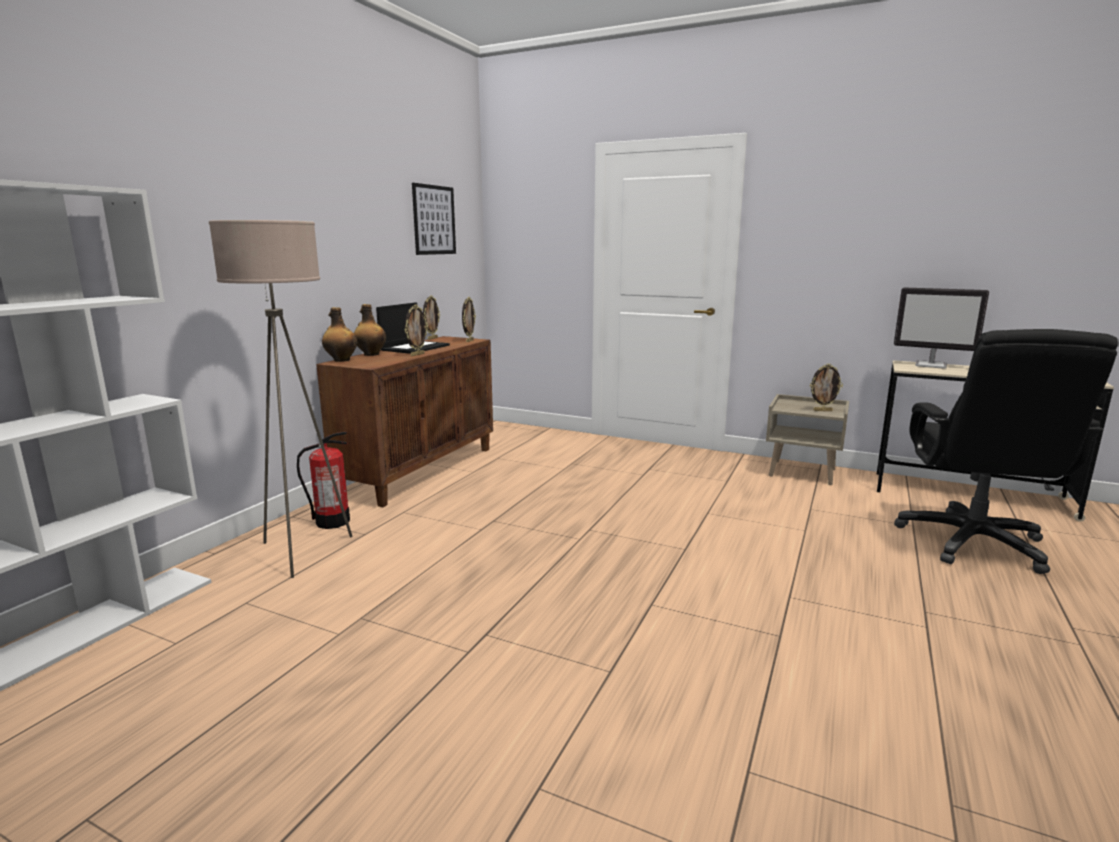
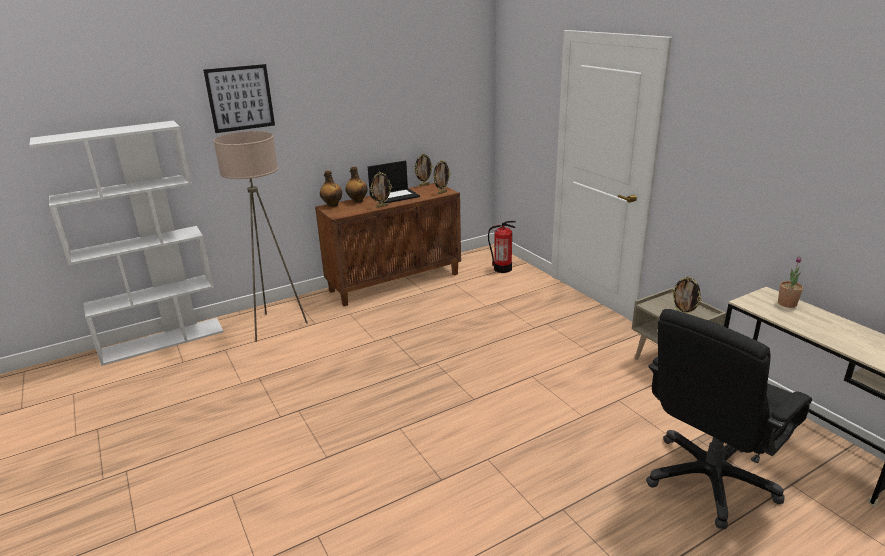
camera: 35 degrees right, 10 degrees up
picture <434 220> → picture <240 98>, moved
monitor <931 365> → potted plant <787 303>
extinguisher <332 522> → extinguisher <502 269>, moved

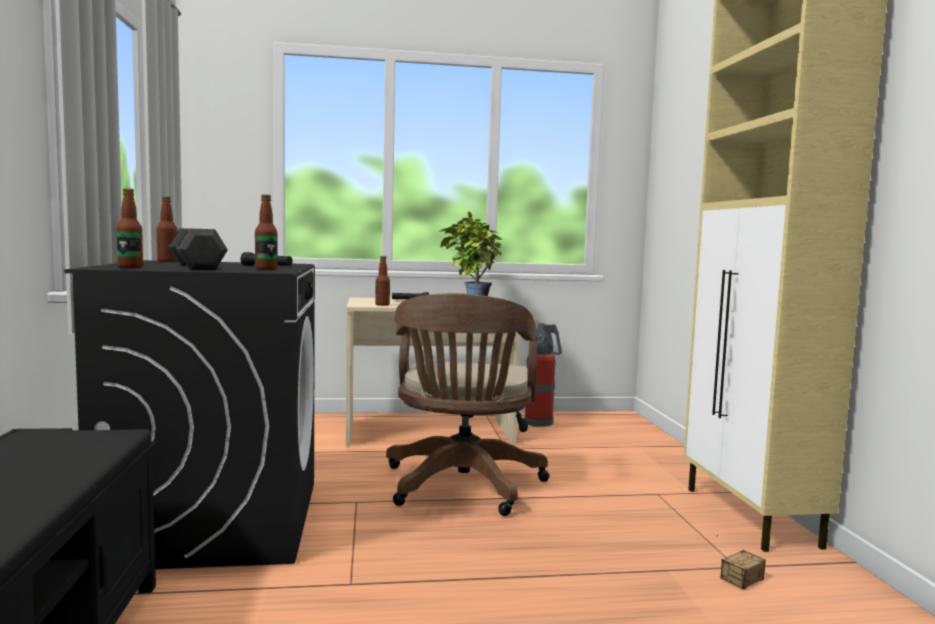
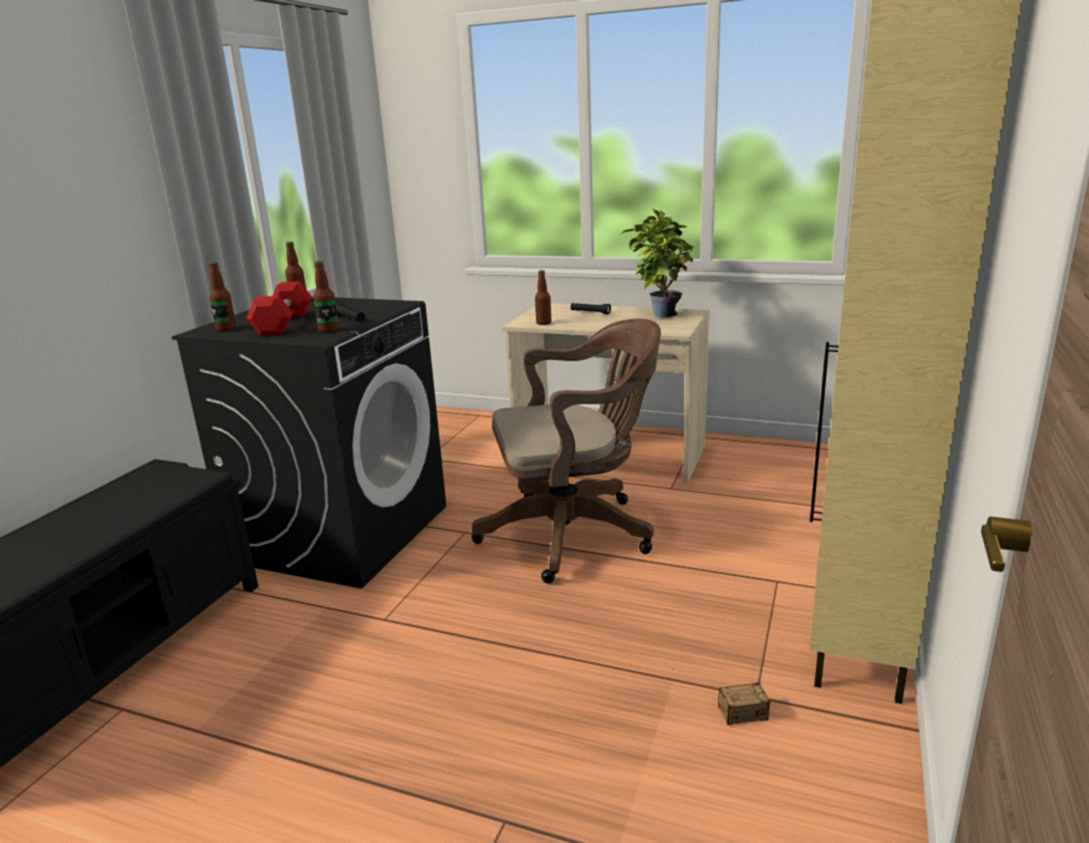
camera: 30 degrees right, 15 degrees up
free weight (greyish) <197 267> → free weight (reddish) <283 324>
desk chair (brown) <462 487> → desk chair (brown) <574 532>, 135 degrees counterclockwise
extinguisher <540 423> → -

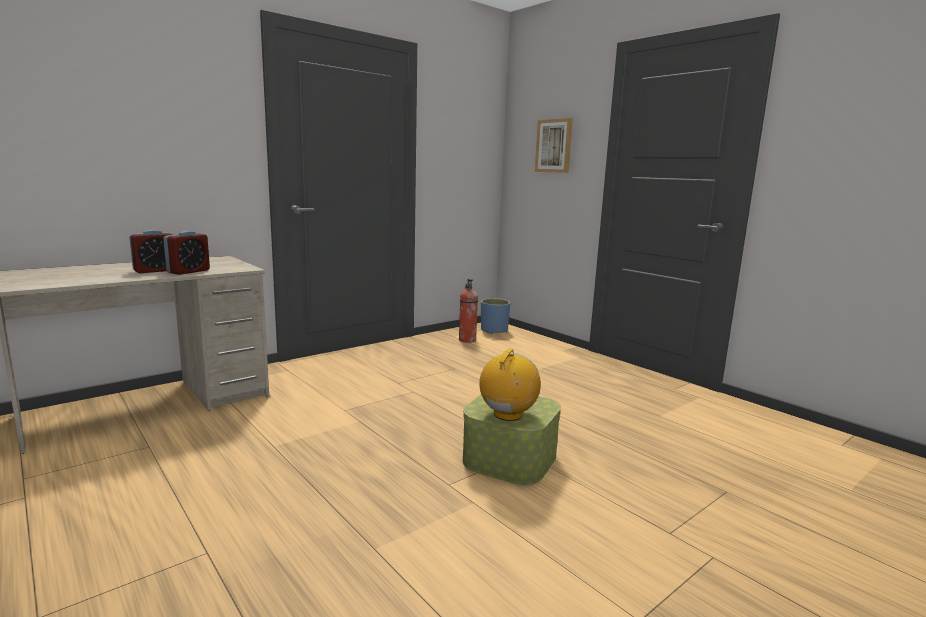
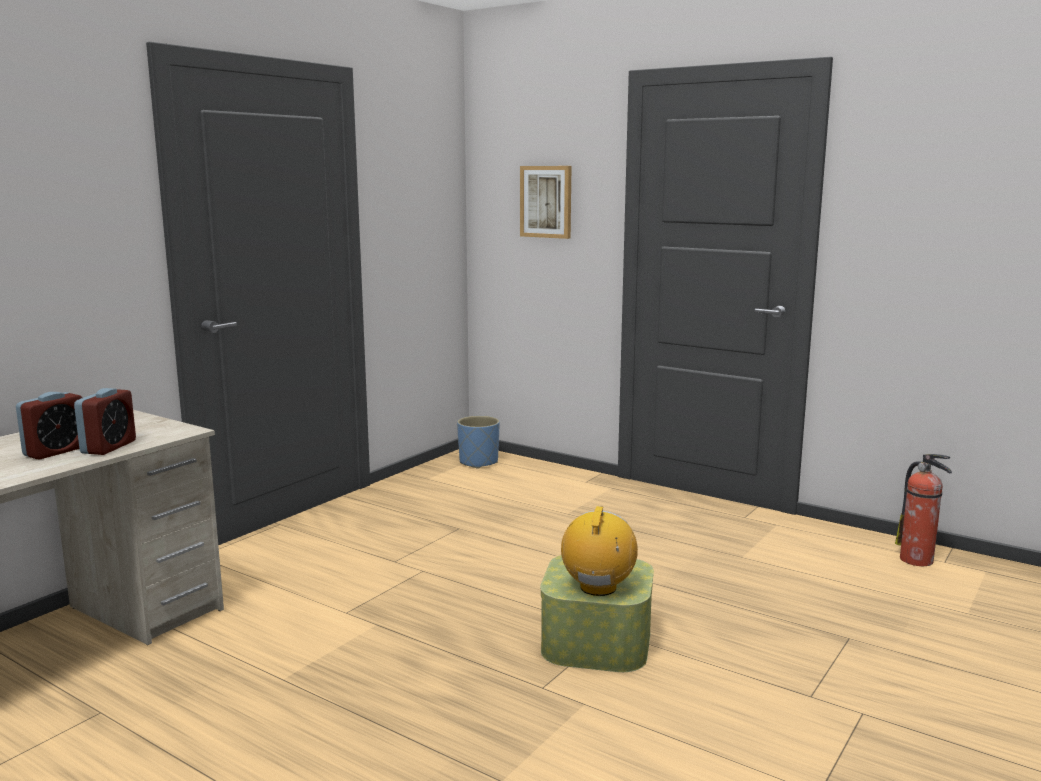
camera: 15 degrees left, 0 degrees up
extinguisher <467 340> → extinguisher <917 560>, moved

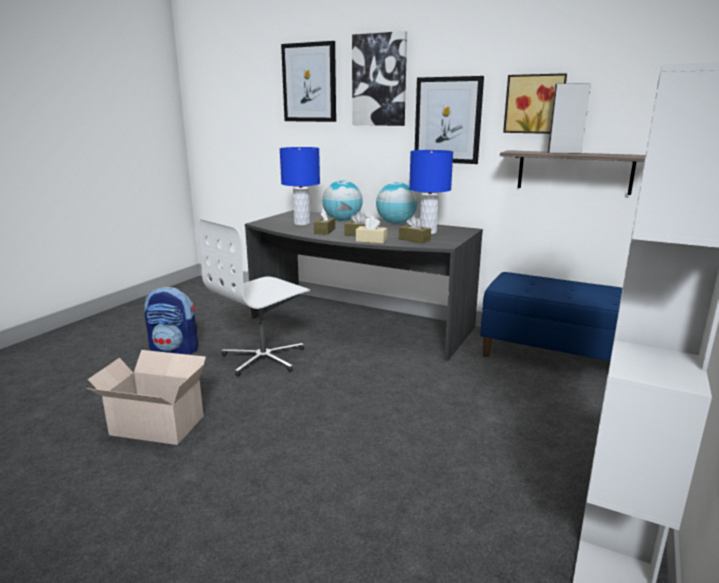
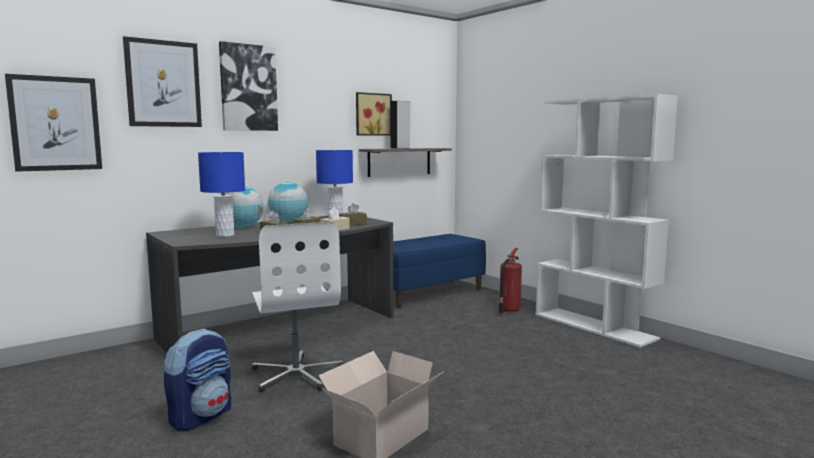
camera: 65 degrees left, 10 degrees down
picture <448 120> → picture <55 123>, moved
- → extinguisher <508 310>

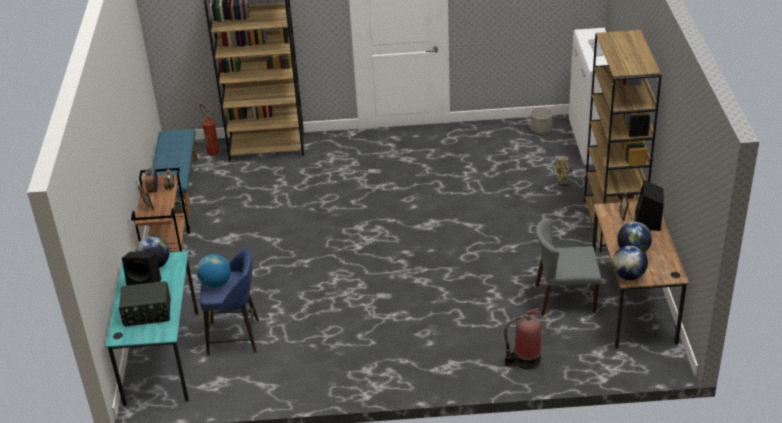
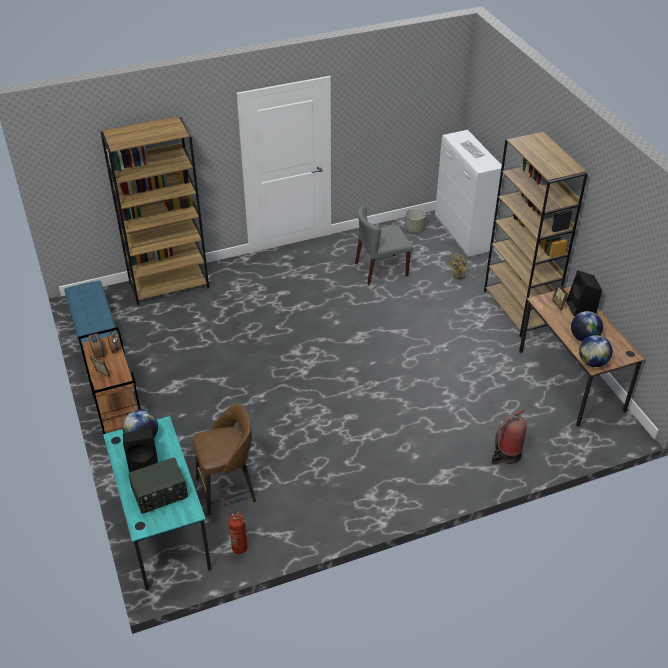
camera: 20 degrees left, 5 degrees up
extinguisher <212 151> → extinguisher <236 546>, moved
chair (greyish) <564 298> → chair (greyish) <381 269>, moved
stool seat (bluish) <235 337> → stool seat (brown) <228 489>
desk globe <215 283> → -

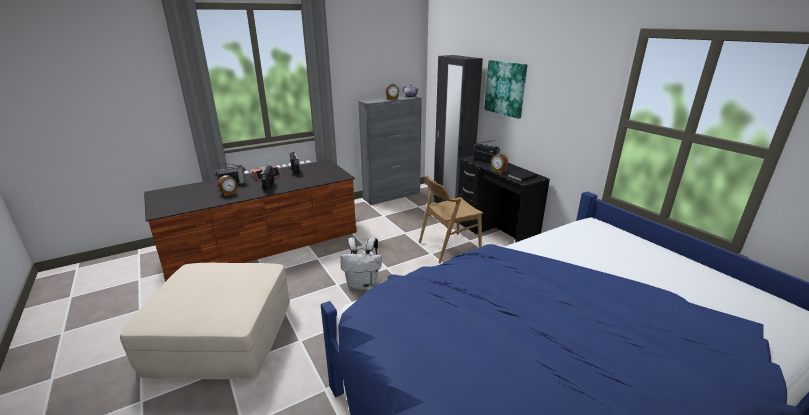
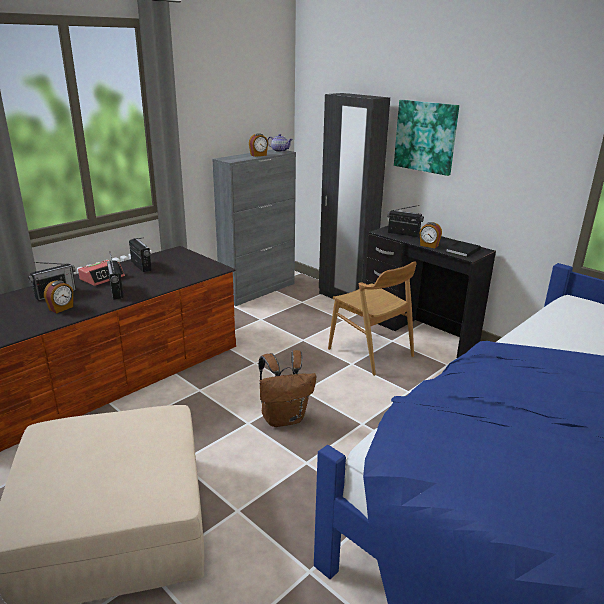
camera: 15 degrees left, 0 degrees up
chair (brown) <449 247> → chair (brown) <370 352>, 90 degrees counterclockwise
backpack (white) <363 284> → backpack (brown) <284 418>

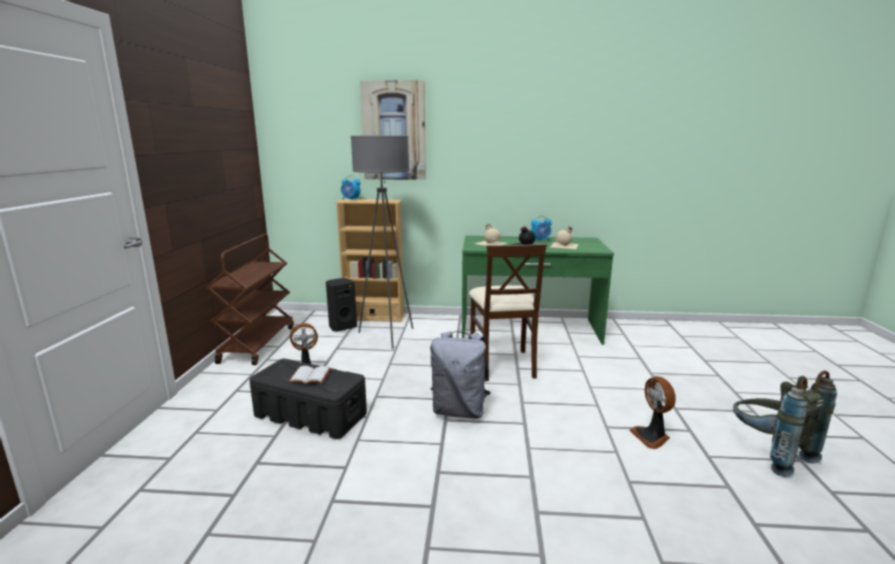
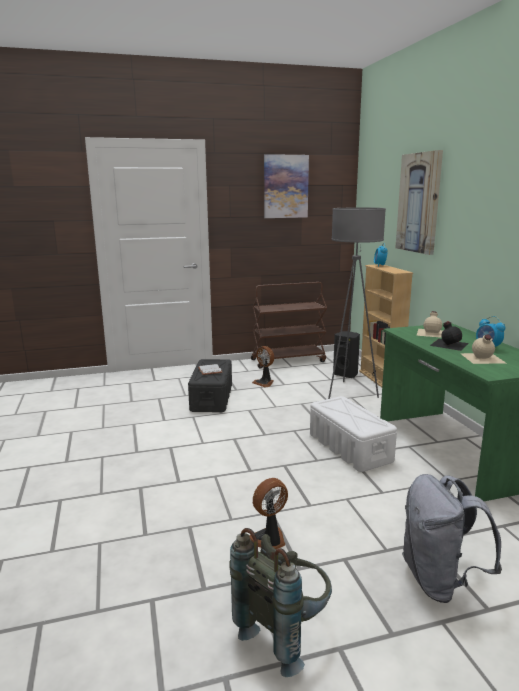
camera: 70 degrees right, 0 degrees up
chair (beige) <503 364> → storage bin (white) <349 447>
backpack (greyish) <459 411> → backpack (greyish) <440 581>, moved
- → picture <285 186>

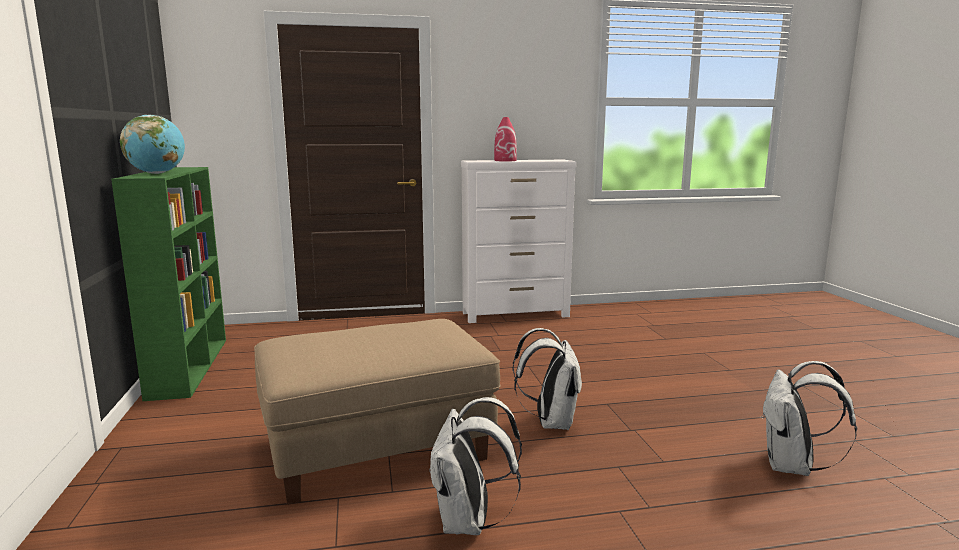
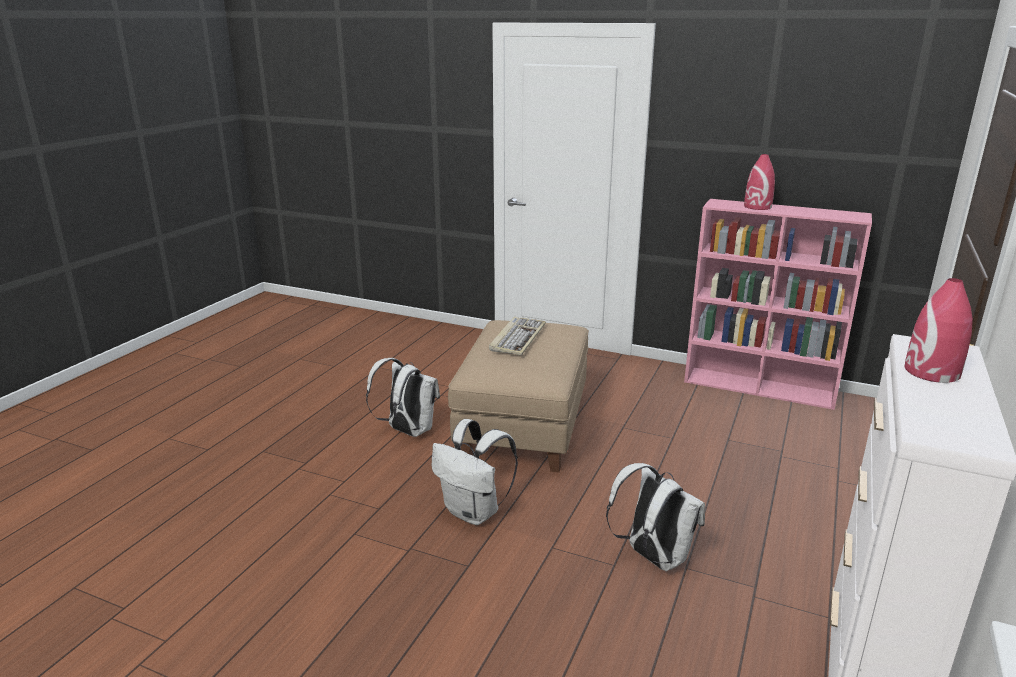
camera: 125 degrees right, 10 degrees up
desk globe <157 173> → flower vase (reddish) <757 207>
shelving unit (green) <189 366> → shelving unit (pink) <760 387>
backpack (white) <792 467> → backpack (white) <653 557>, moved
- → PC keyboard <517 338>

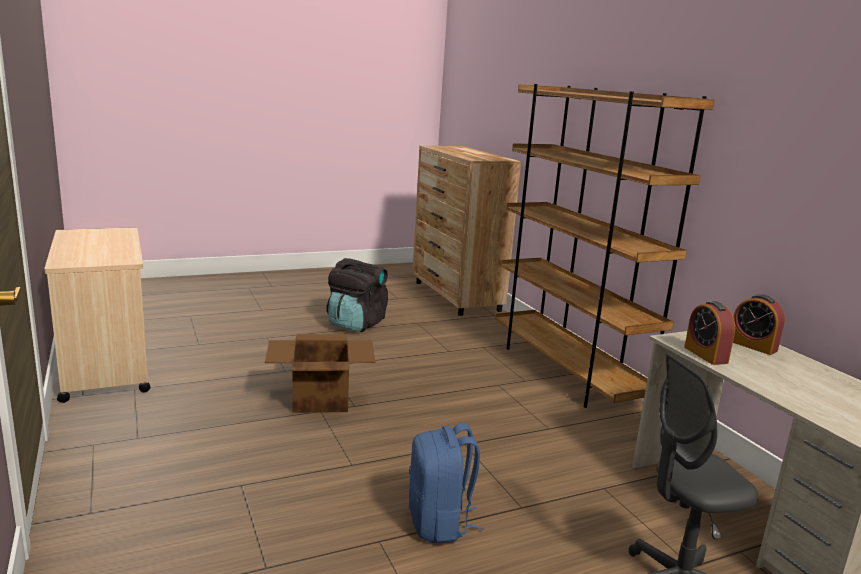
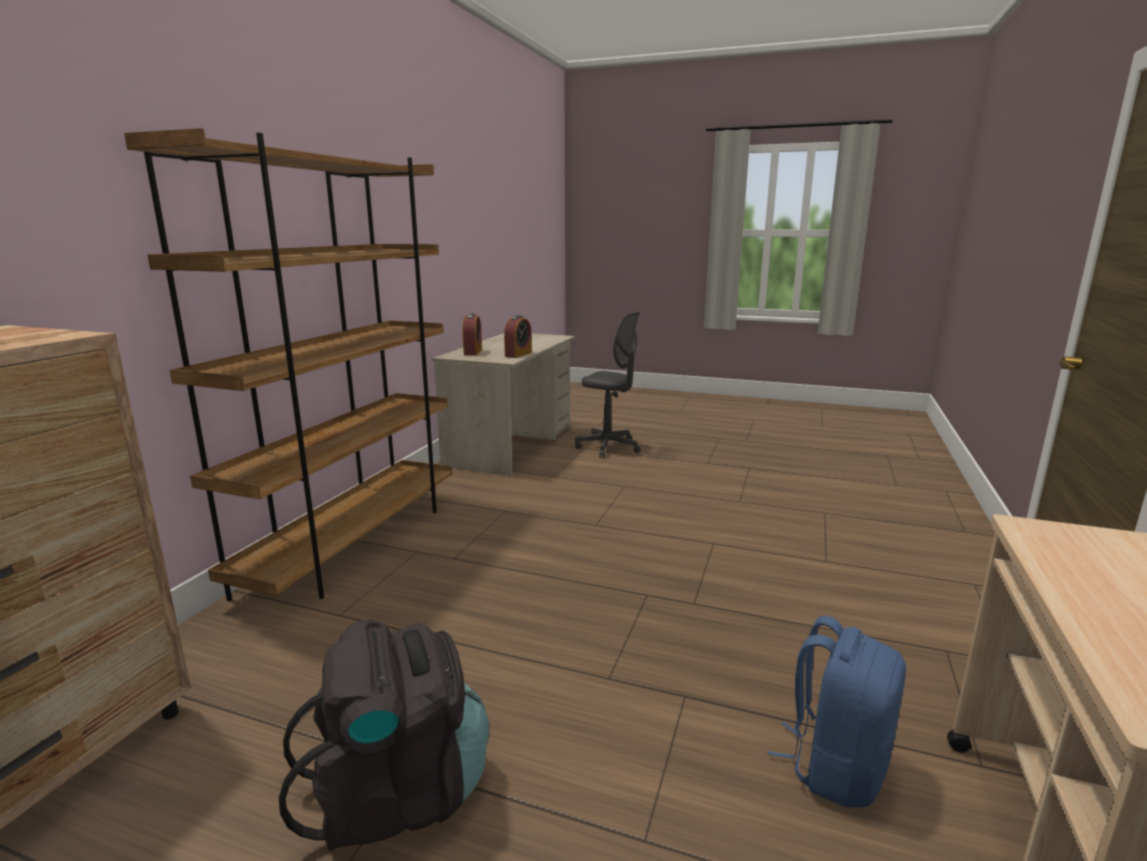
camera: 135 degrees left, 0 degrees up
packing box <319 399> → -
backpack (bluish) <439 523> → backpack (bluish) <835 766>, moved

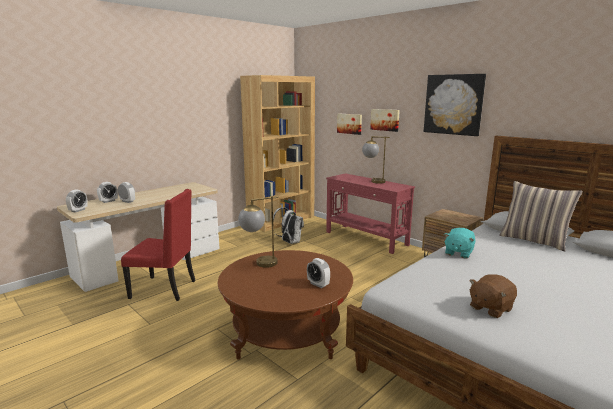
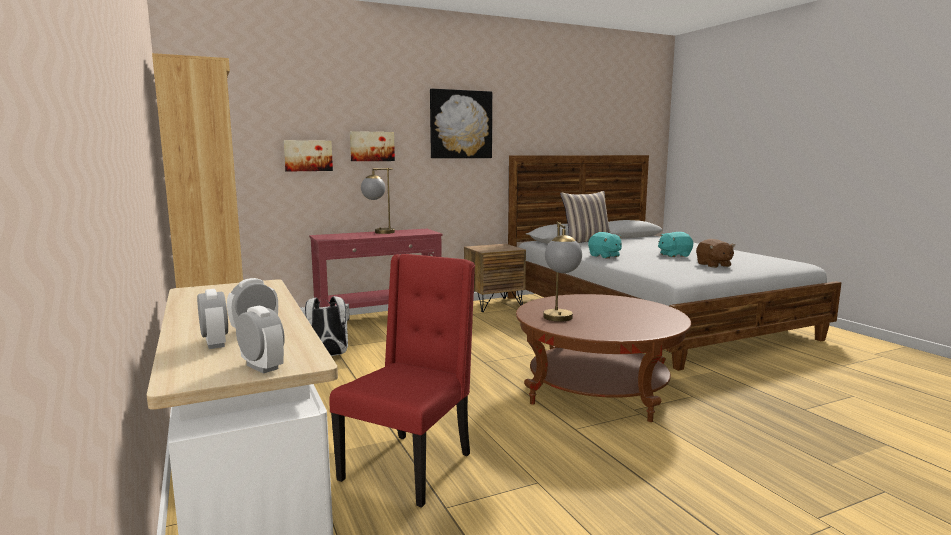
camera: 70 degrees left, 5 degrees down
table clock <318 284> → -
- → cuddly toy (turquoise-coloured) <674 255>

